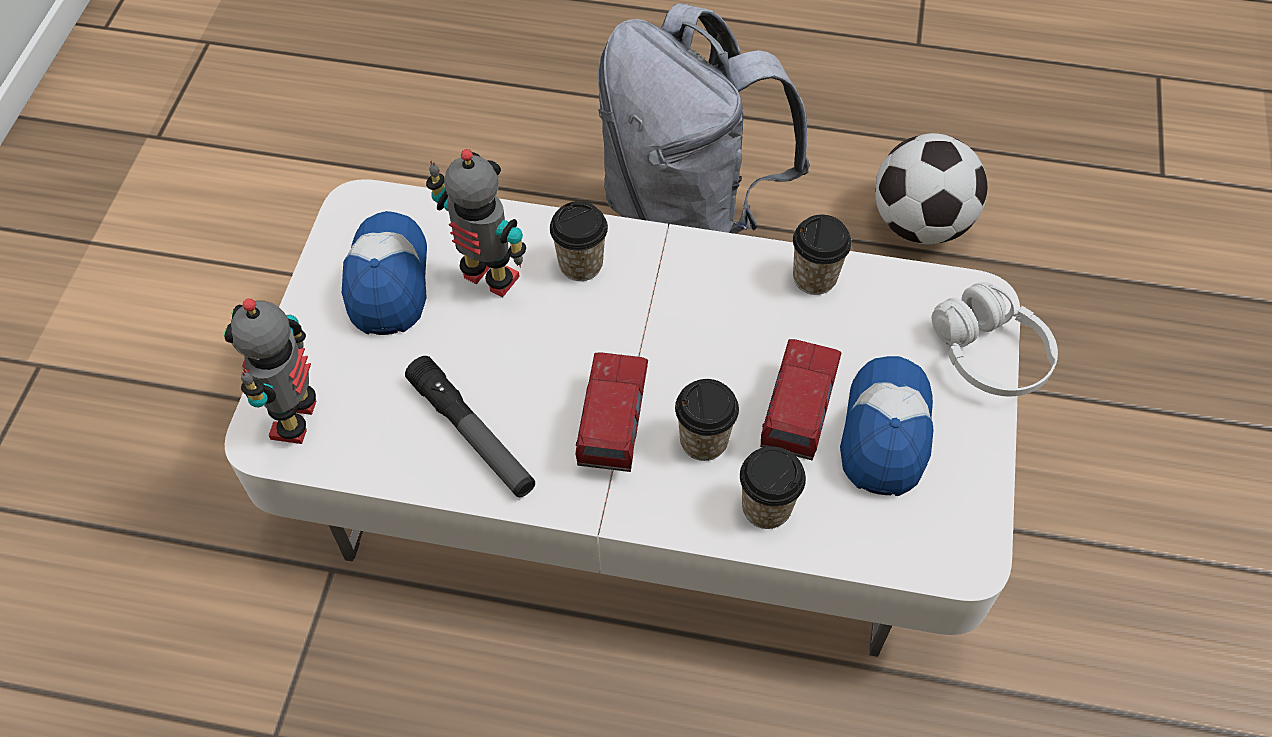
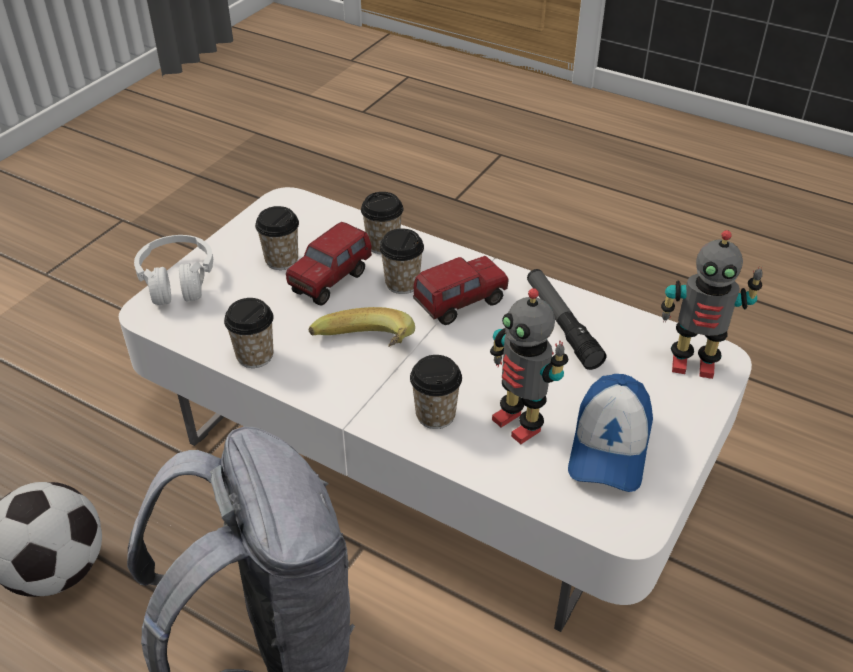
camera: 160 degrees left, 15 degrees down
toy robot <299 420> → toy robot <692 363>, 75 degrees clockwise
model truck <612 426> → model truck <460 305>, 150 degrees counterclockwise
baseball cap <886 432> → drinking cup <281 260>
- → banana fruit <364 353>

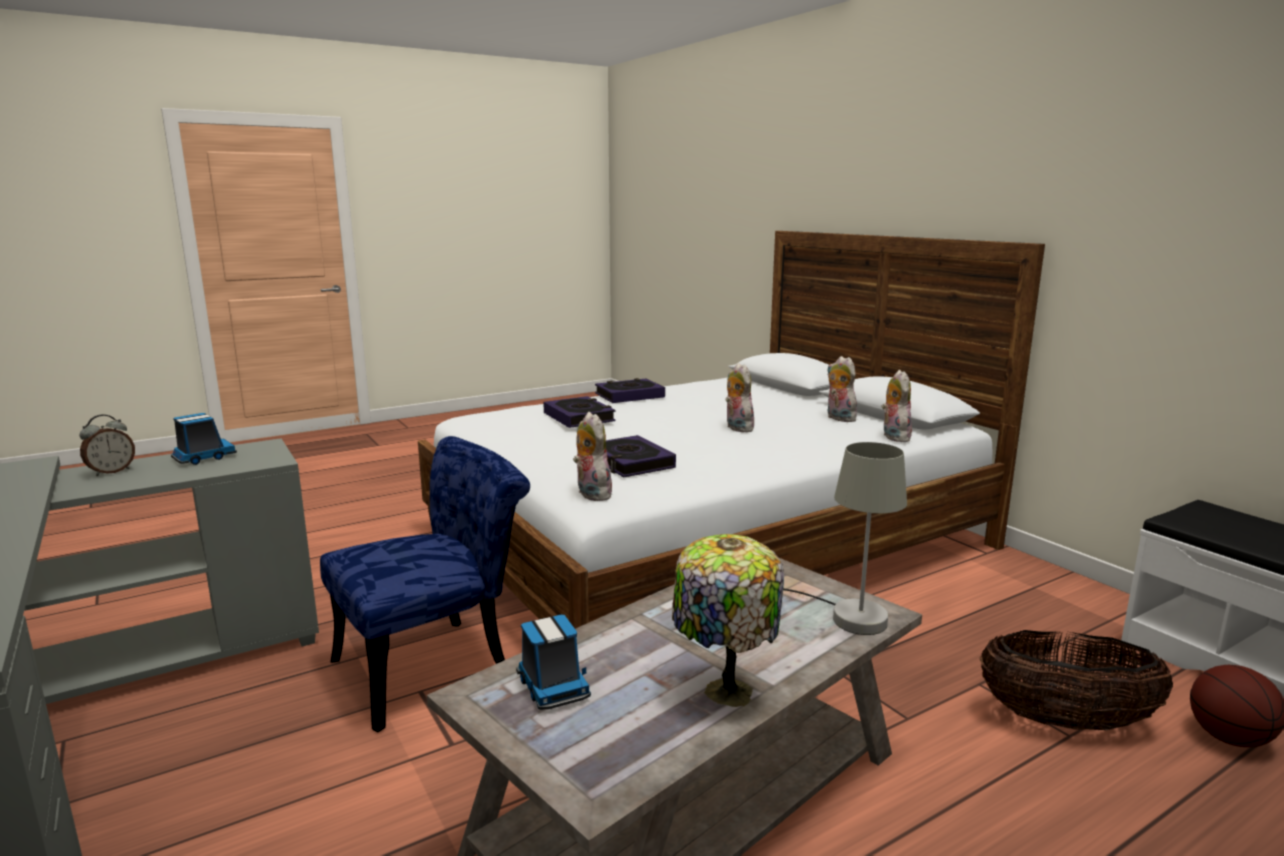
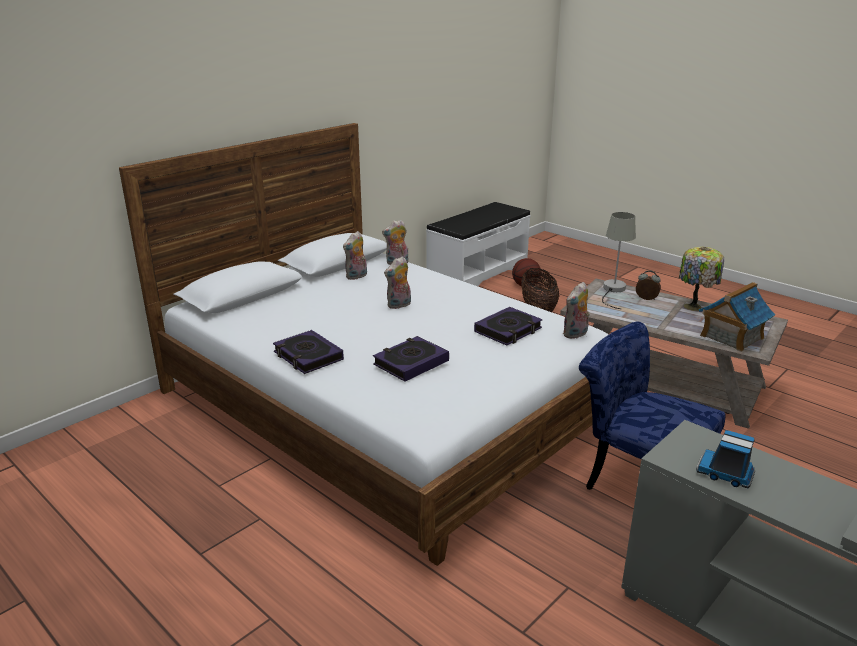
camera: 105 degrees left, 10 degrees up
table clock <111 471> → table clock <646 299>, moved
model truck <552 686> → model house <731 337>

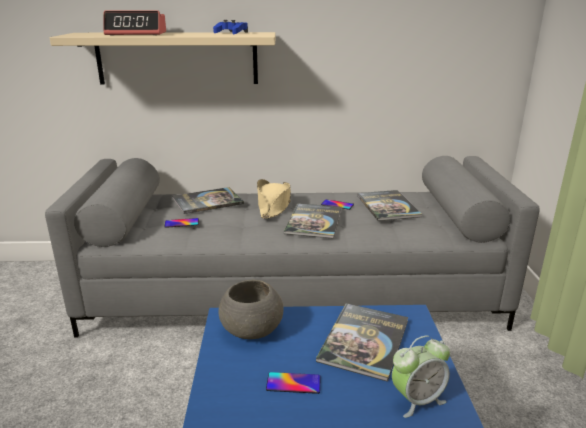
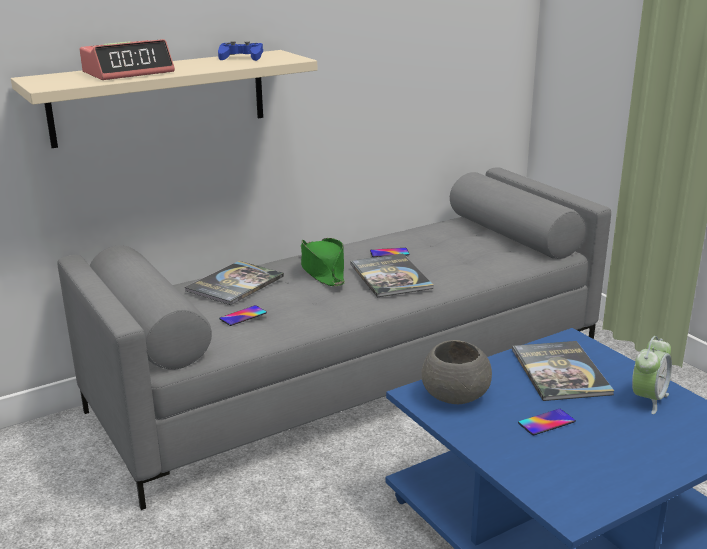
camera: 30 degrees left, 0 degrees up
clothing hat (beige) <274 206> → clothing hat (green) <322 270>
book <388 206> → -

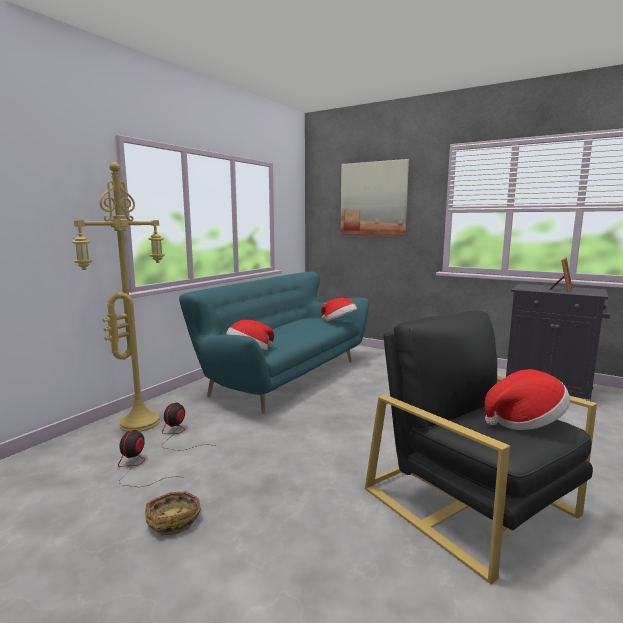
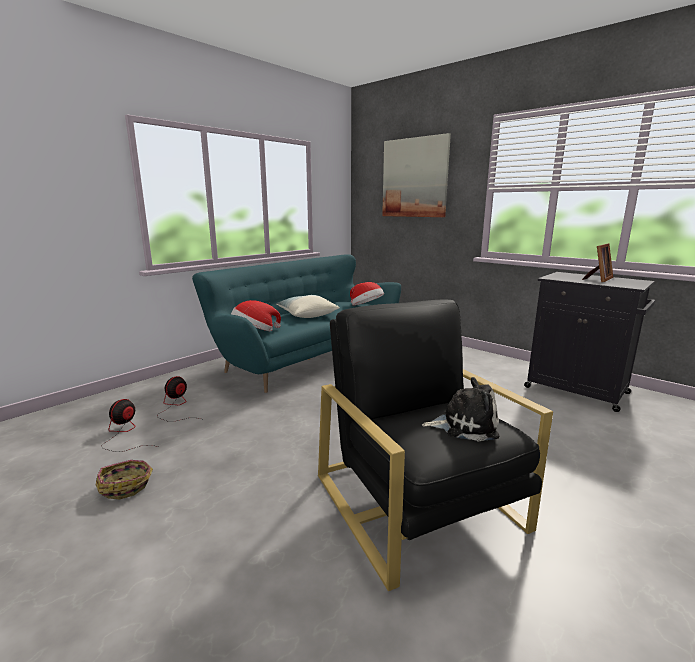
camera: 10 degrees right, 5 degrees up
floor lamp (yellowish) <139 422> → -
clothing hat <524 422> → cuddly toy <465 425>
- → pillow <307 315>

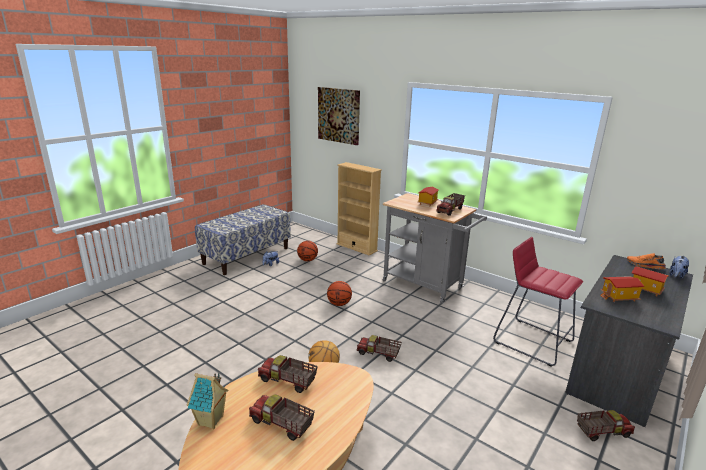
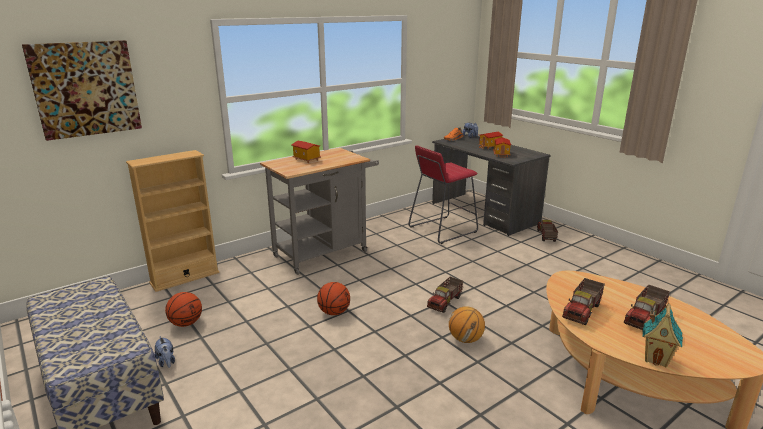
camera: 75 degrees left, 0 degrees up
model truck <450 210> → -

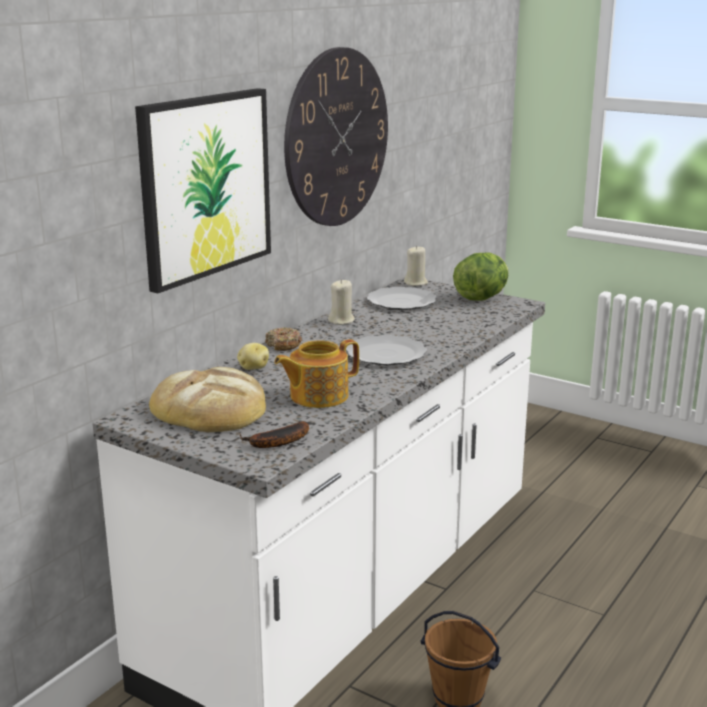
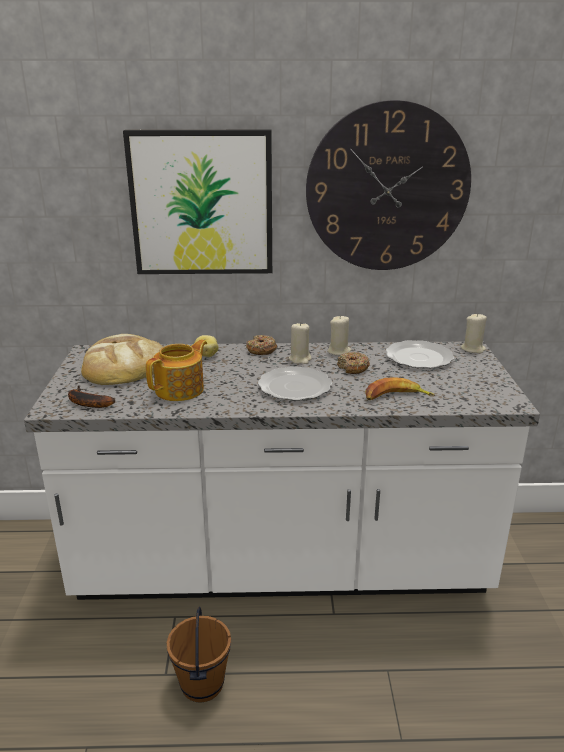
camera: 55 degrees right, 5 degrees up
head of lettuce <481 298> → -
teapot <317 396> → teapot <181 389>, 105 degrees clockwise
- → wax light (beige) <300 359>
- → donut <353 368>
- → banana fruit <396 397>

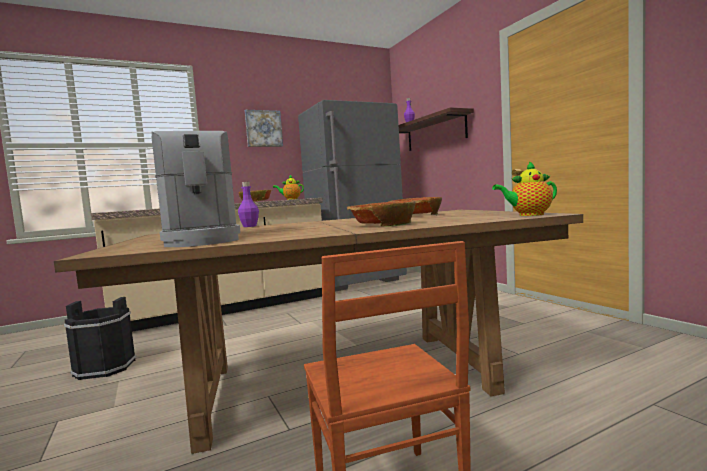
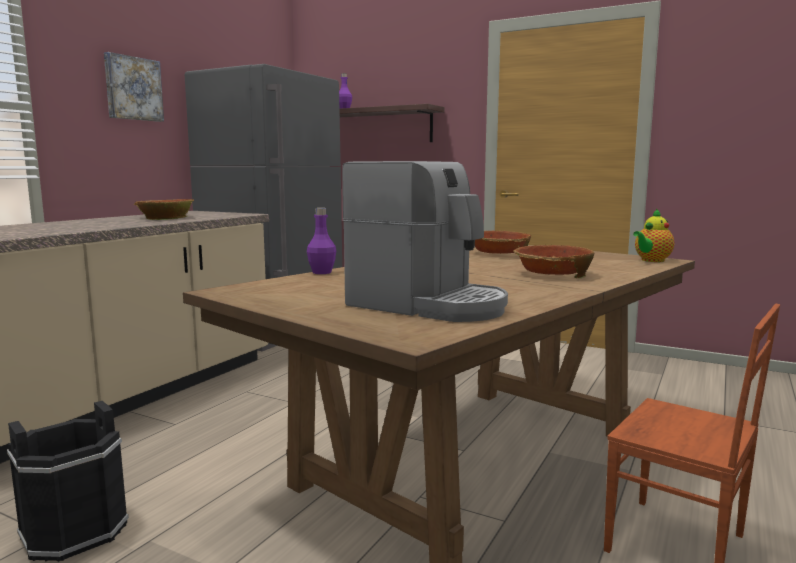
camera: 35 degrees left, 5 degrees up
teapot <290 199> → -

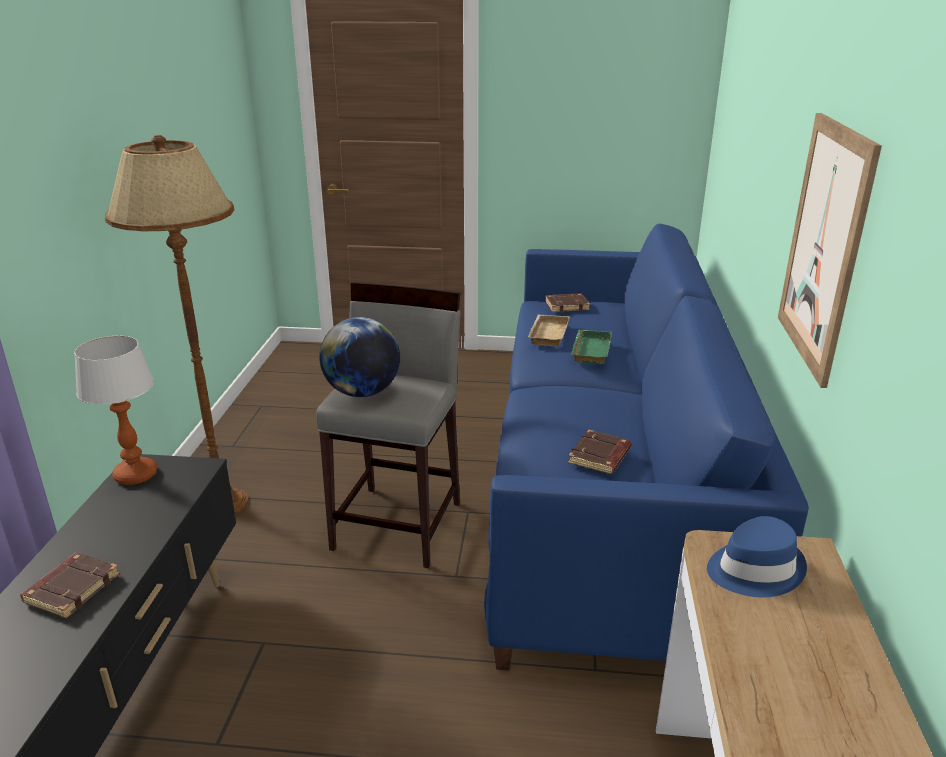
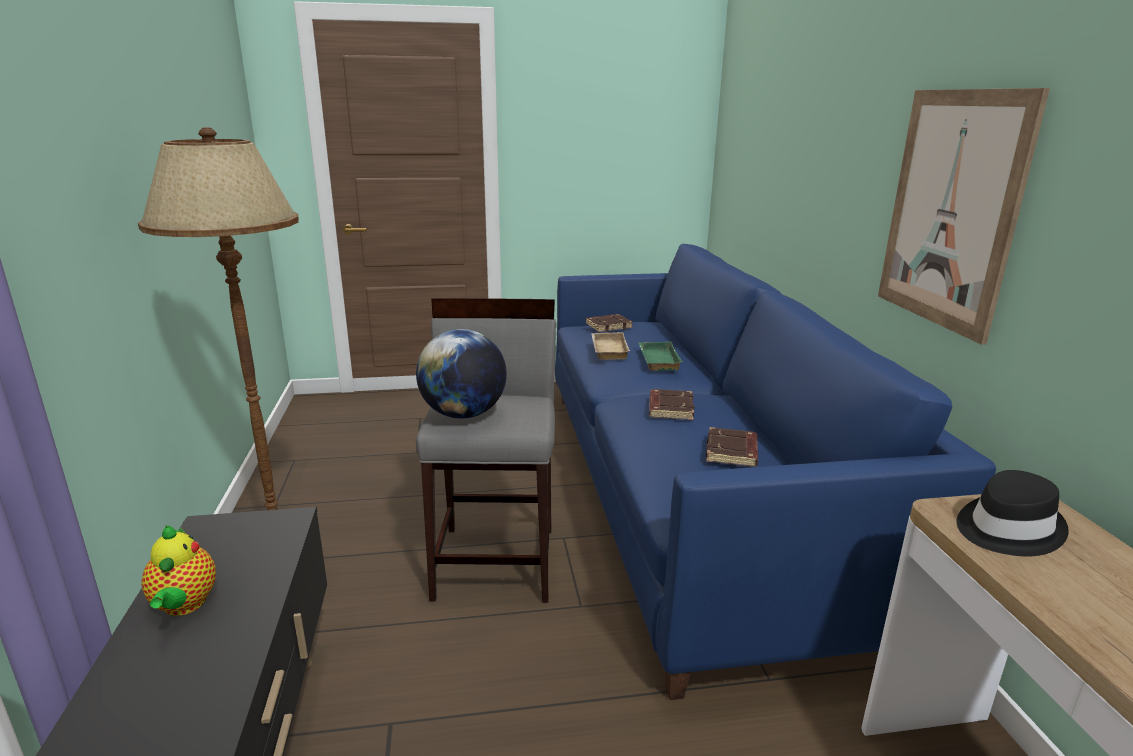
camera: 15 degrees left, 5 degrees down
table lamp <135 475> → -
clothing hat (bluish) <754 569> → clothing hat (blackish) <1006 529>
book (brown) <72 588> → book (brown) <669 409>, moved
- → teapot <184 606>

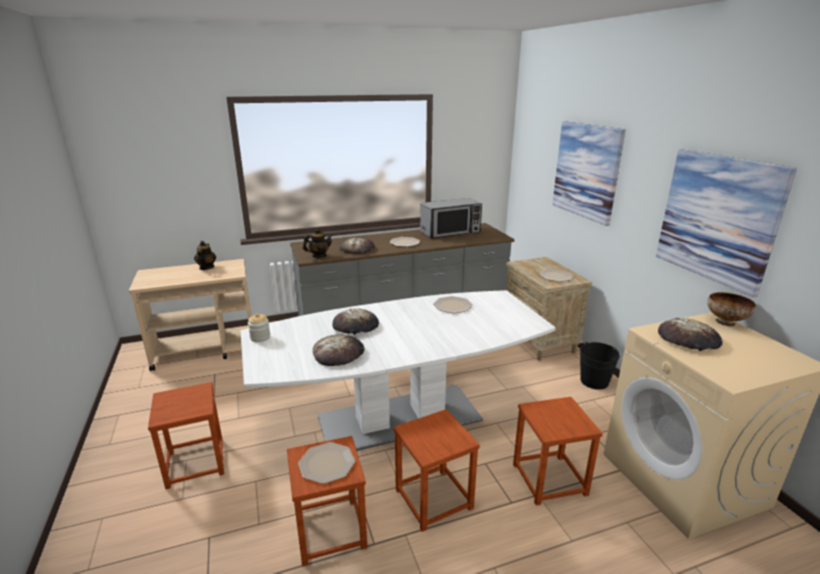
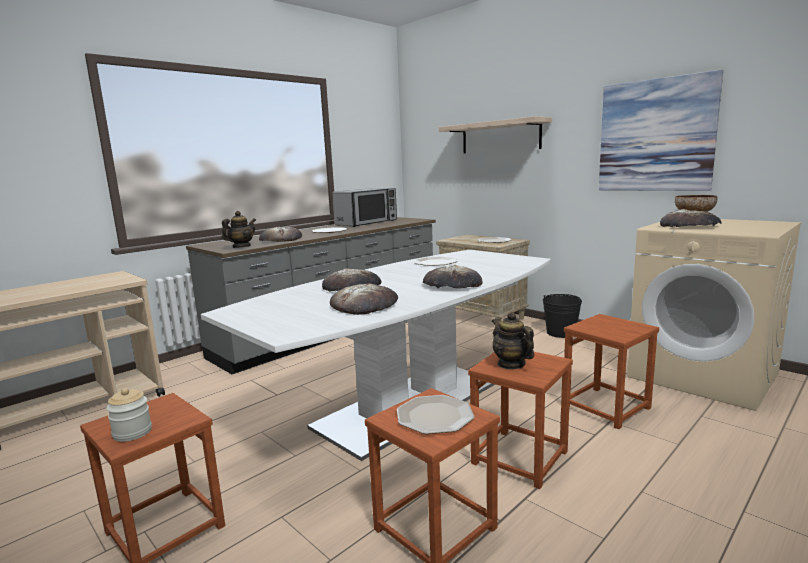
camera: 25 degrees left, 10 degrees down
picture <586 171> → bracket shelf <500 137>
teapot <206 267> → teapot <511 364>, moved
storage jar <260 337> → storage jar <132 432>, moved
- → baked bread <452 284>

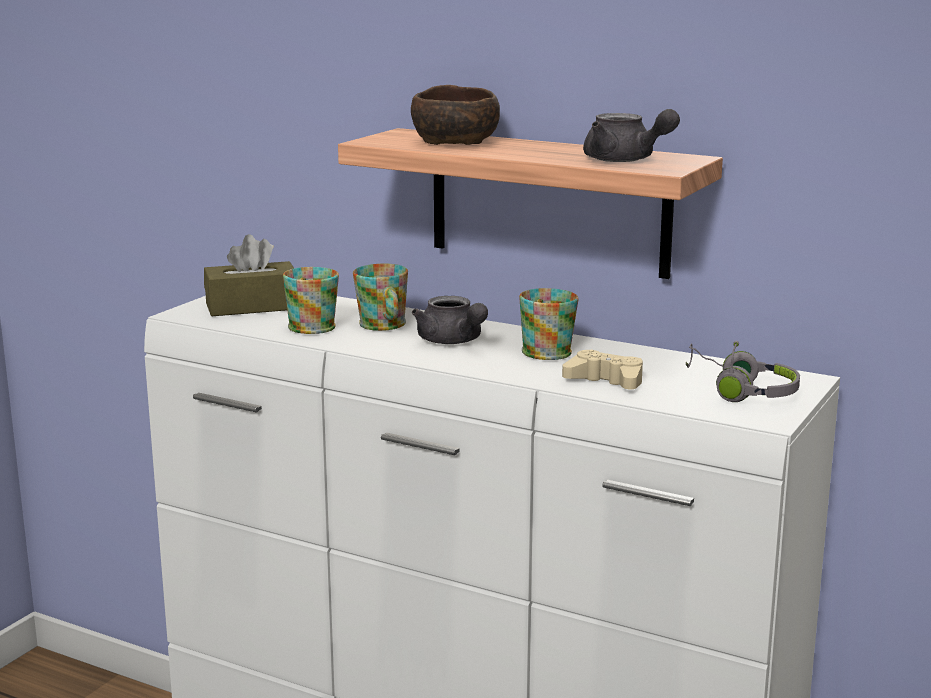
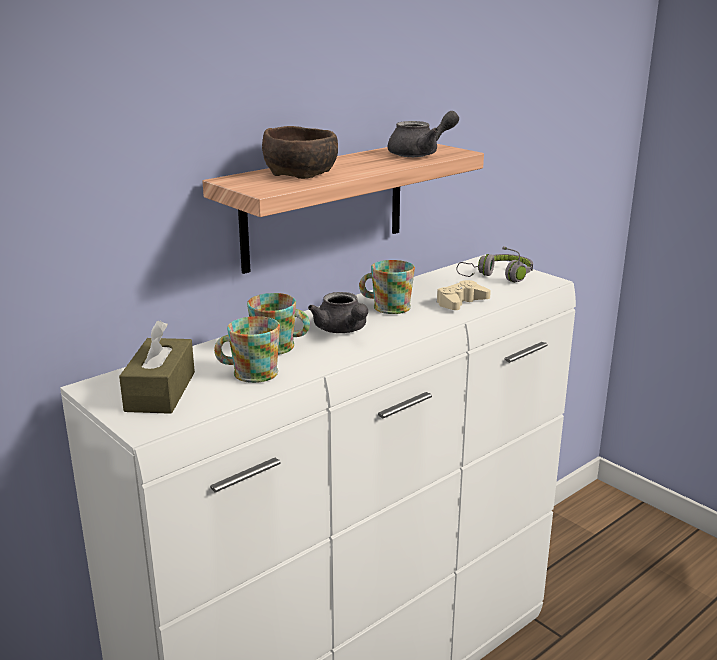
camera: 70 degrees left, 5 degrees up
teapot (greyish) <452 341> → teapot (greyish) <342 330>, 75 degrees clockwise

